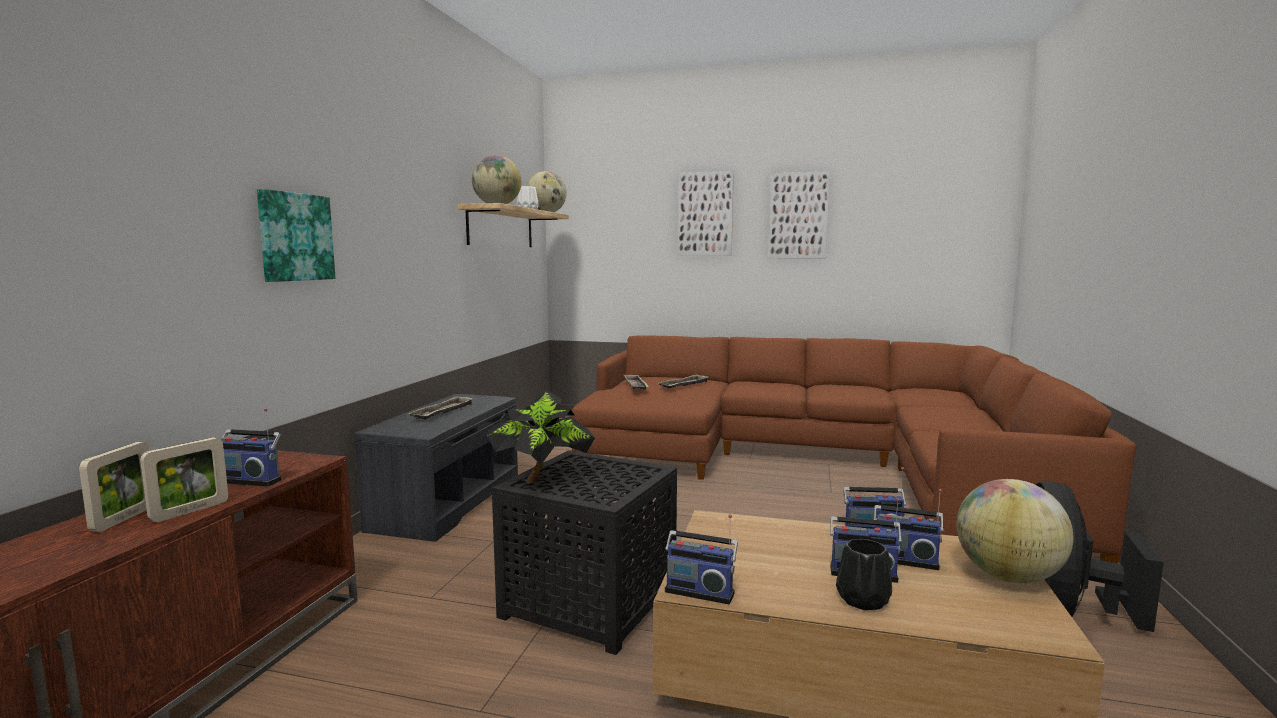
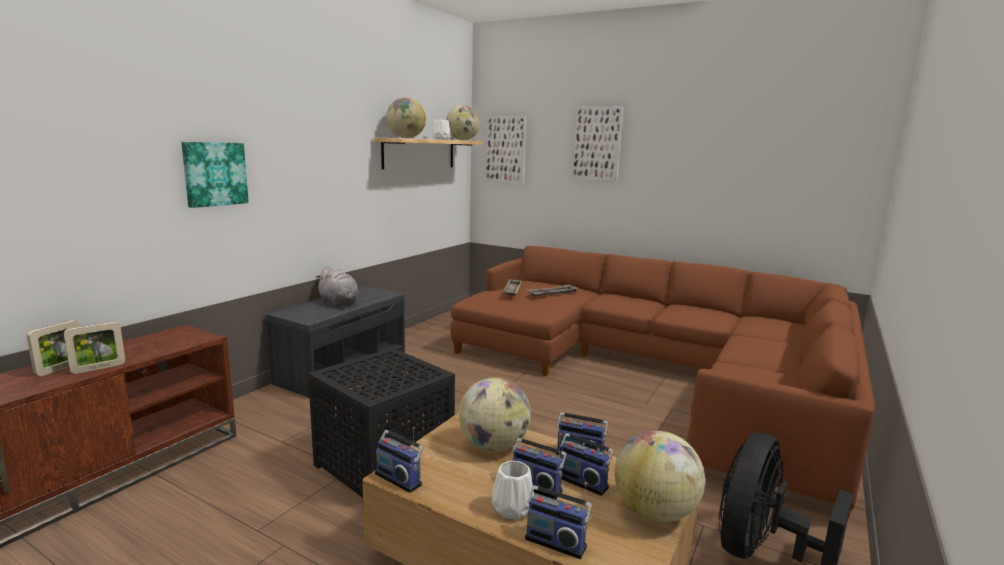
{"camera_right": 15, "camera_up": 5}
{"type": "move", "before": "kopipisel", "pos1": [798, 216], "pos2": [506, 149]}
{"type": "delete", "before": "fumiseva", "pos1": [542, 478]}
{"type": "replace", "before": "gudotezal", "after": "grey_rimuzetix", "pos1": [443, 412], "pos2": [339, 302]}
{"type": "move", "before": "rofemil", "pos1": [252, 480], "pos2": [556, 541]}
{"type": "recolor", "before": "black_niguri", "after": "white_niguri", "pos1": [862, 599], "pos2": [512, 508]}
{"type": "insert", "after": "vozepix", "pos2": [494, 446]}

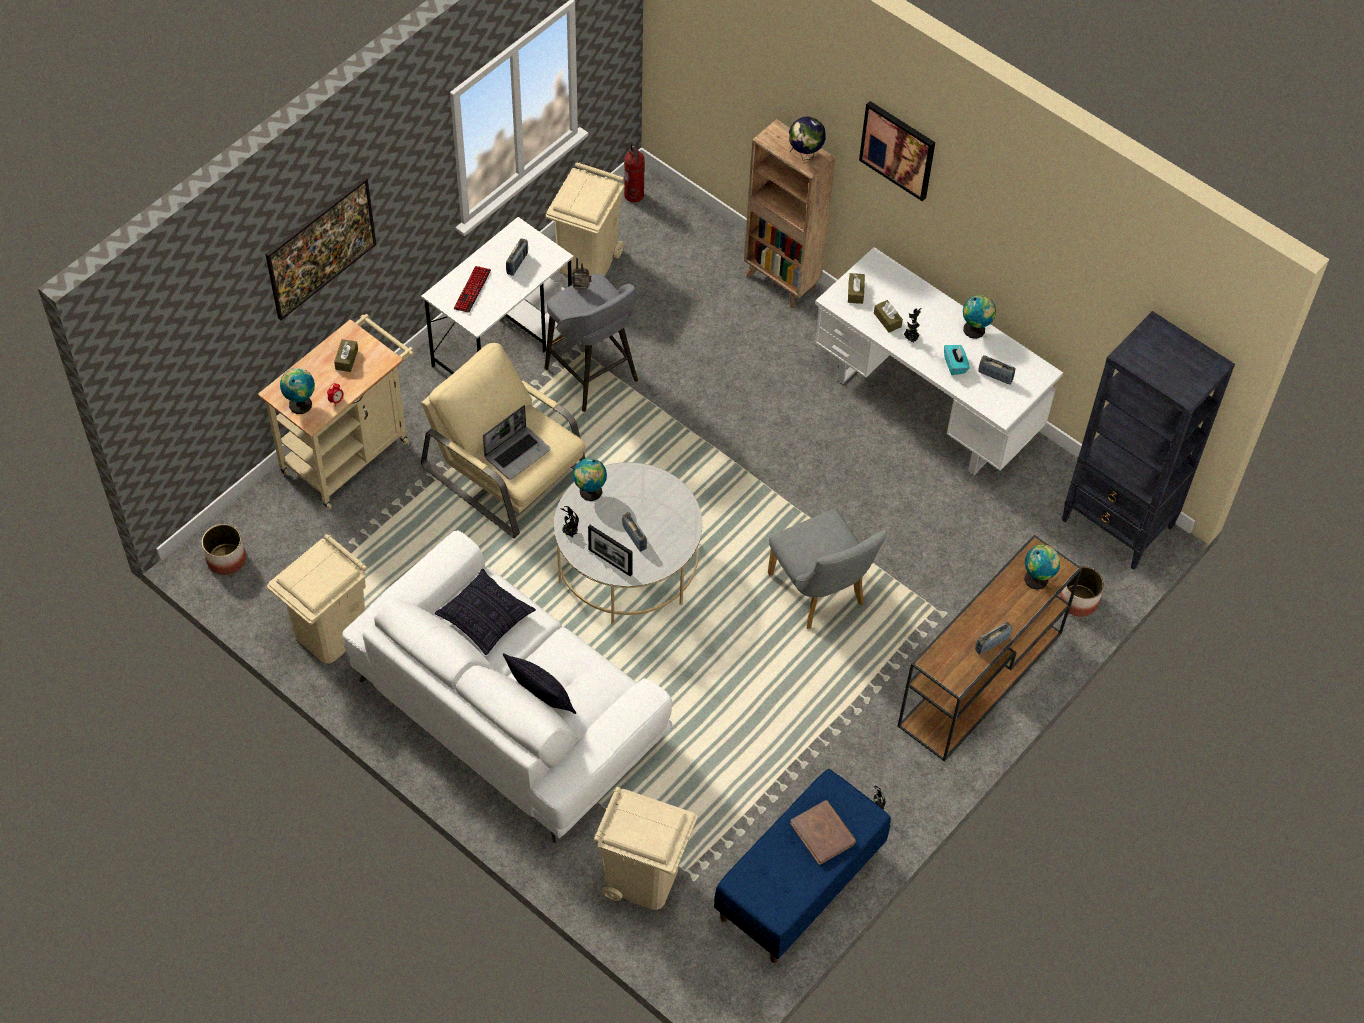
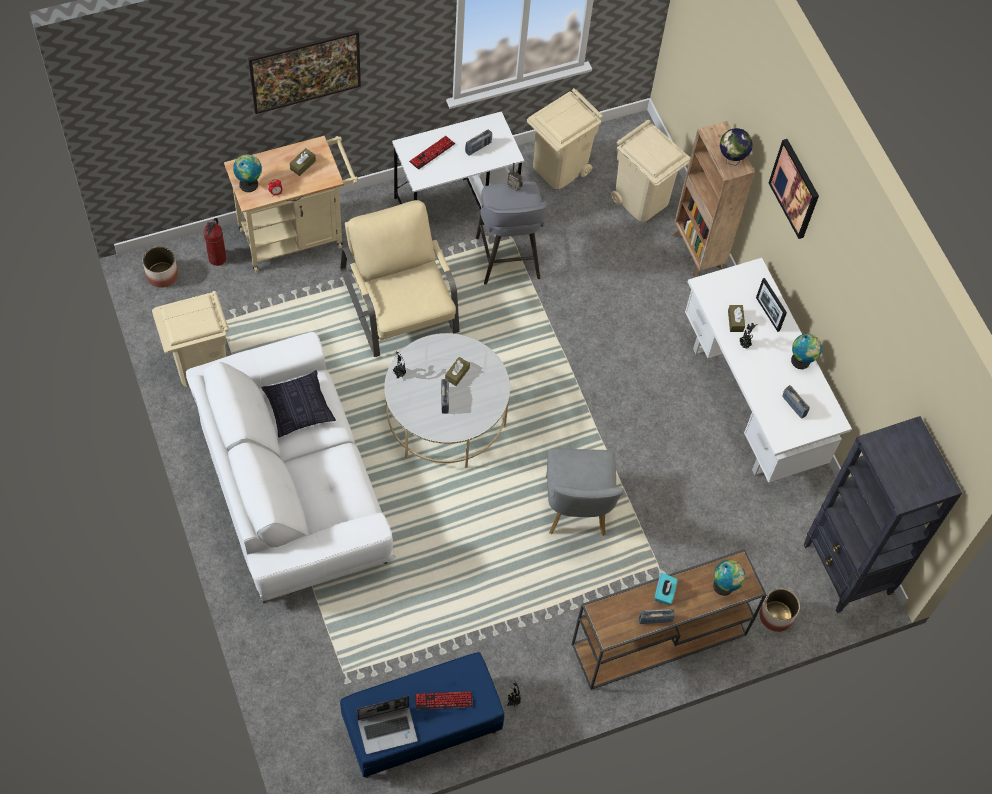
{"camera_right": 25, "camera_up": 5}
{"type": "move", "before": "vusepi", "pos1": [634, 195], "pos2": [217, 258]}
{"type": "move", "before": "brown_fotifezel", "pos1": [855, 292], "pos2": [457, 374]}
{"type": "move", "before": "turquoise_fotifezel", "pos1": [955, 365], "pos2": [664, 593]}
{"type": "move", "before": "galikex", "pos1": [517, 453], "pos2": [388, 729]}
{"type": "delete", "before": "vozepix", "pos1": [590, 493]}
{"type": "move", "before": "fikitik", "pos1": [610, 562], "pos2": [767, 314]}
{"type": "delete", "before": "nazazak", "pos1": [541, 699]}
{"type": "move", "before": "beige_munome", "pos1": [643, 878], "pos2": [642, 200]}
{"type": "replace", "before": "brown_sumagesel", "after": "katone", "pos1": [823, 833], "pos2": [443, 700]}

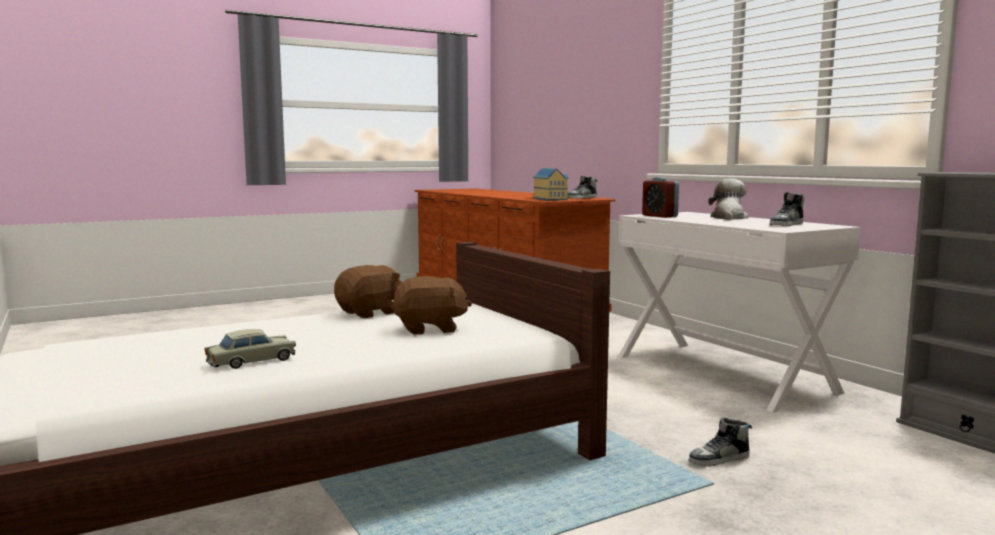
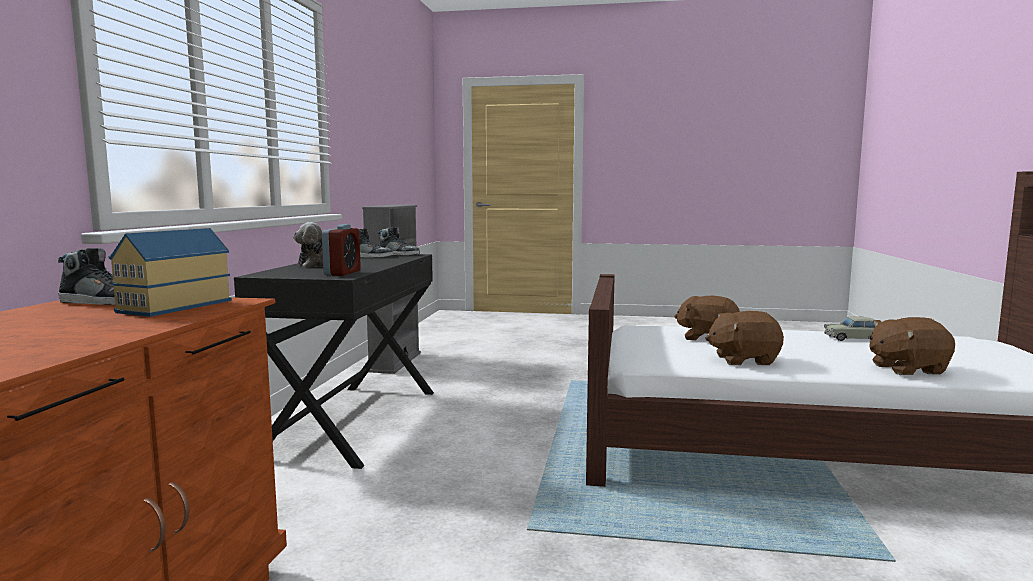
{"camera_right": -140, "camera_up": 0}
{"type": "recolor", "before": "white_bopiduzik", "after": "black_bopiduzik", "pos1": [722, 373], "pos2": [352, 421]}
{"type": "move", "before": "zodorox", "pos1": [719, 459], "pos2": [398, 254]}
{"type": "insert", "after": "brown_rimuzetix", "pos2": [906, 369]}

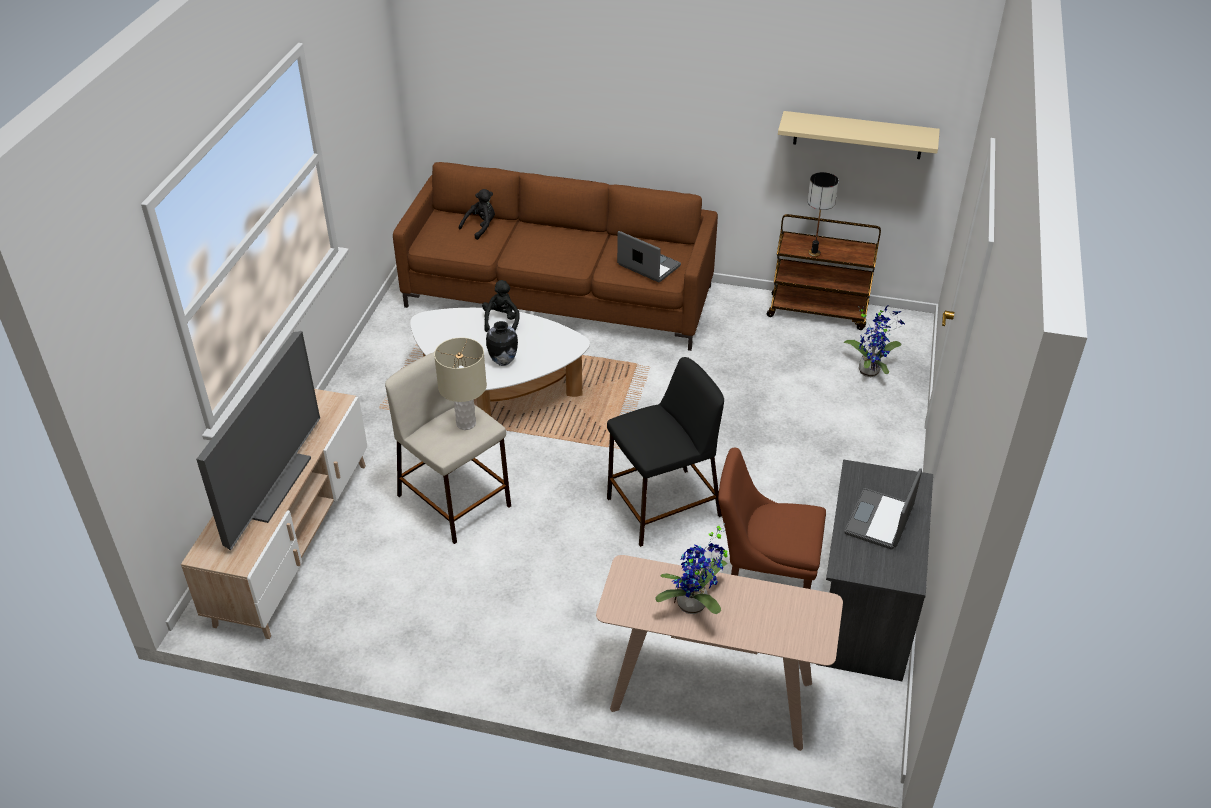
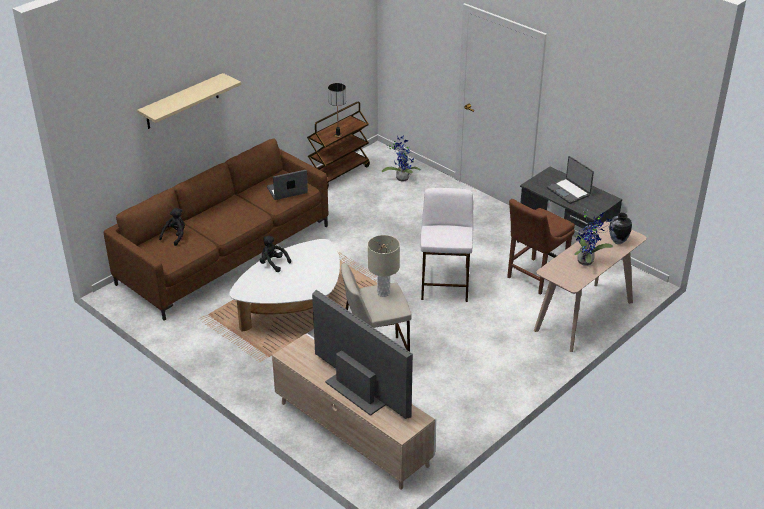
{"camera_right": -60, "camera_up": -5}
{"type": "move", "before": "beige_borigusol", "pos1": [858, 135], "pos2": [182, 101]}
{"type": "rotate", "before": "black_rimuzetix", "pos1": [481, 227], "pos2": [175, 236], "turn": 45}
{"type": "move", "before": "niguri", "pos1": [503, 361], "pos2": [618, 241]}
{"type": "recolor", "before": "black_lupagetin", "after": "white_lupagetin", "pos1": [662, 508], "pos2": [445, 283]}

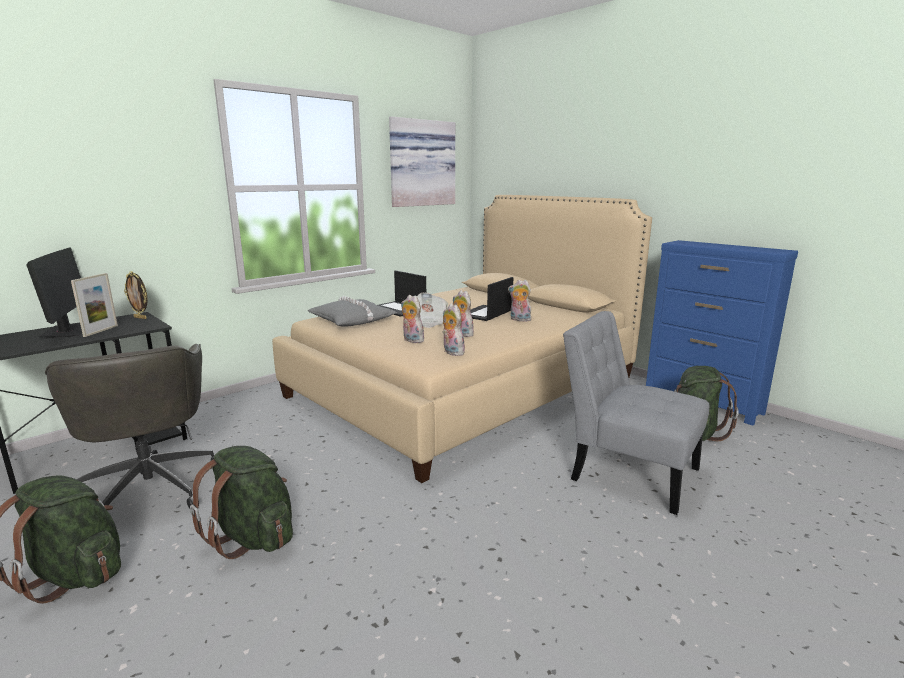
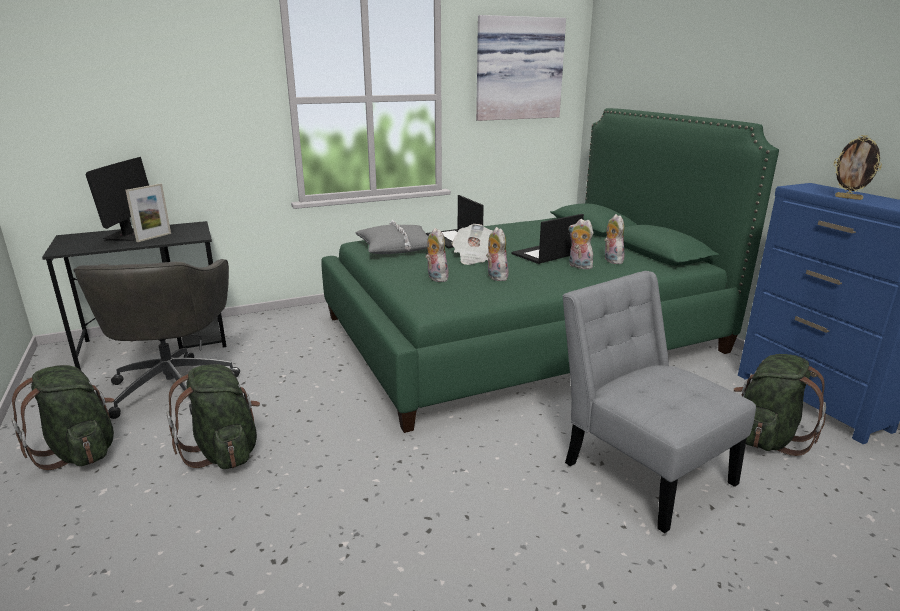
{"camera_right": 20, "camera_up": 5}
{"type": "recolor", "before": "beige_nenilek", "after": "green_nenilek", "pos1": [464, 386], "pos2": [519, 333]}
{"type": "move", "before": "fikitik", "pos1": [141, 318], "pos2": [848, 198]}
{"type": "move", "before": "rimuzetix", "pos1": [451, 352], "pos2": [611, 260]}

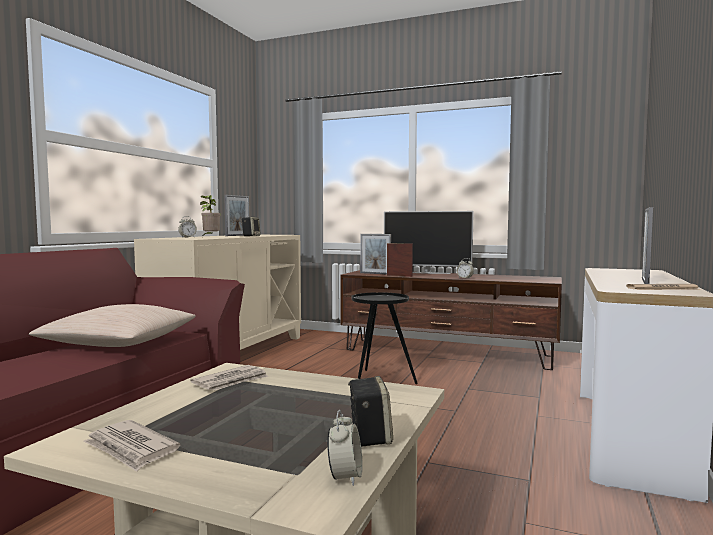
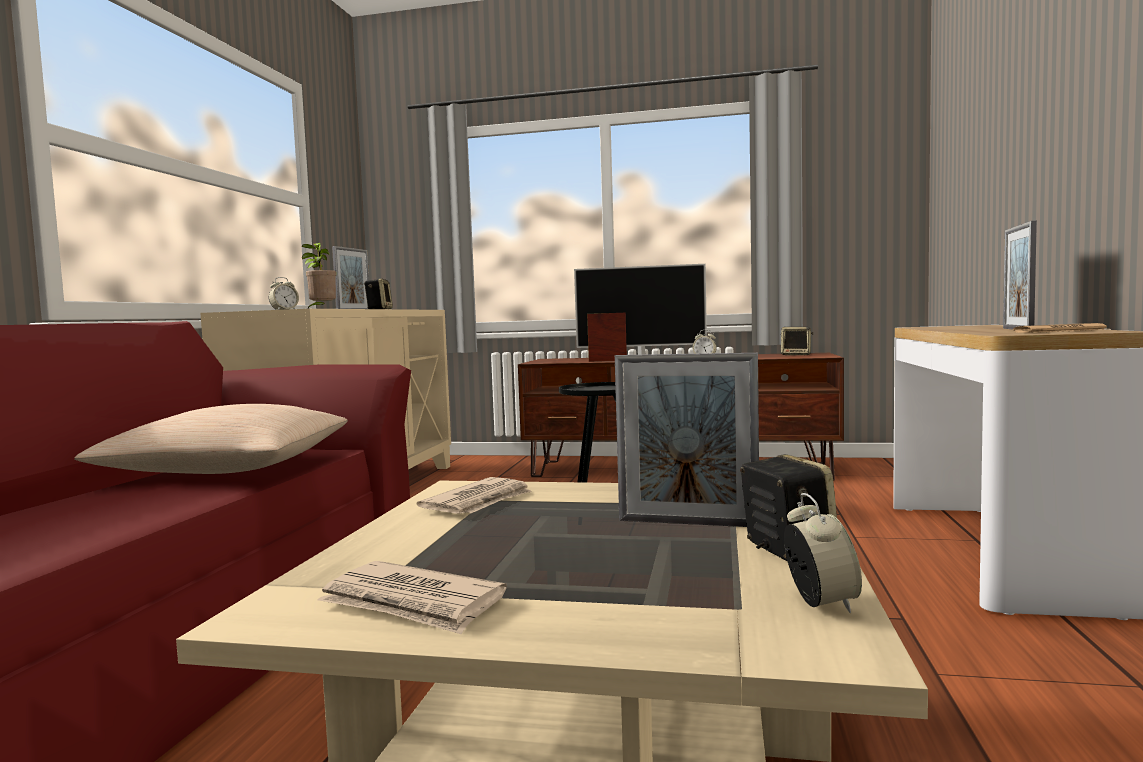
{"camera_right": -10, "camera_up": 0}
{"type": "move", "before": "fikitik", "pos1": [375, 273], "pos2": [687, 523]}
{"type": "insert", "after": "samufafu", "pos2": [796, 355]}

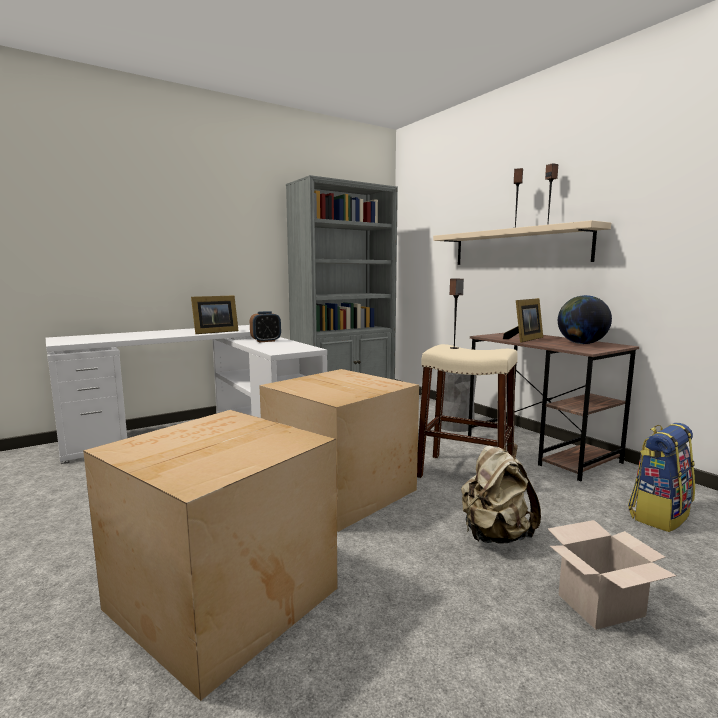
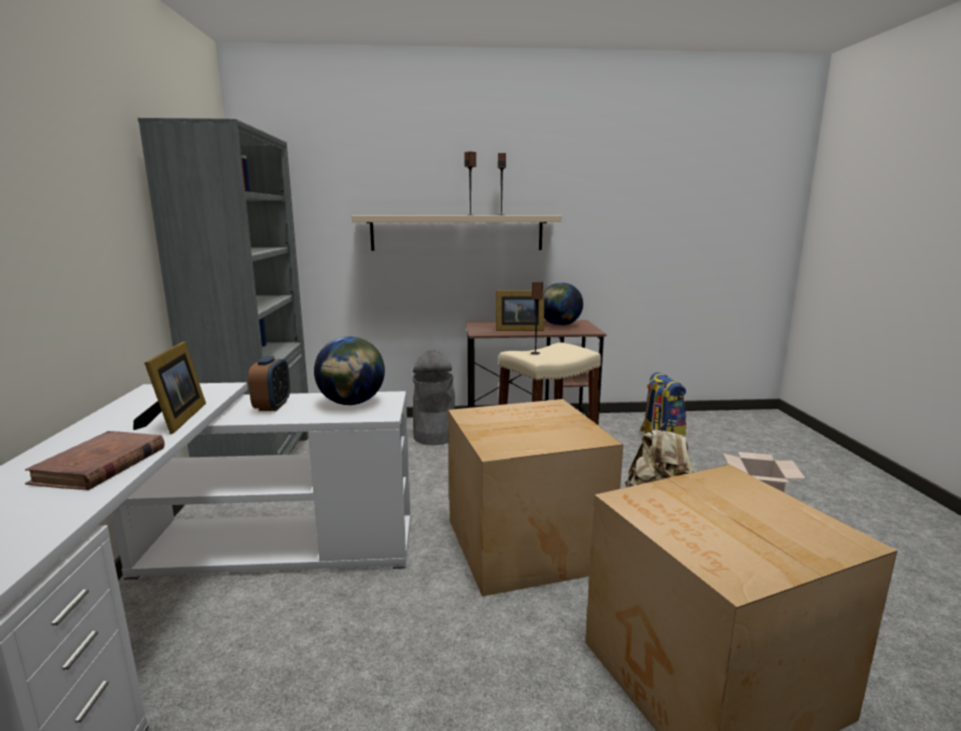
{"camera_right": -60, "camera_up": 5}
{"type": "rotate", "before": "fikitik", "pos1": [525, 339], "pos2": [517, 329], "turn": 105}
{"type": "insert", "after": "vozepix", "pos2": [352, 403]}
{"type": "insert", "after": "brown_sumagesel", "pos2": [100, 465]}

